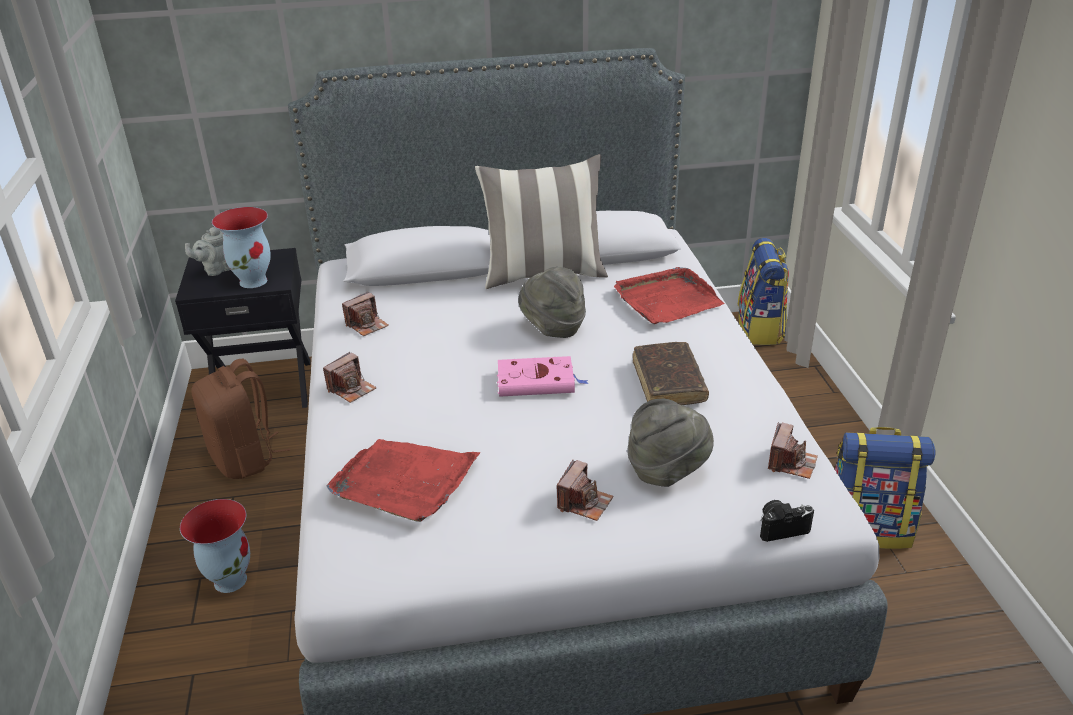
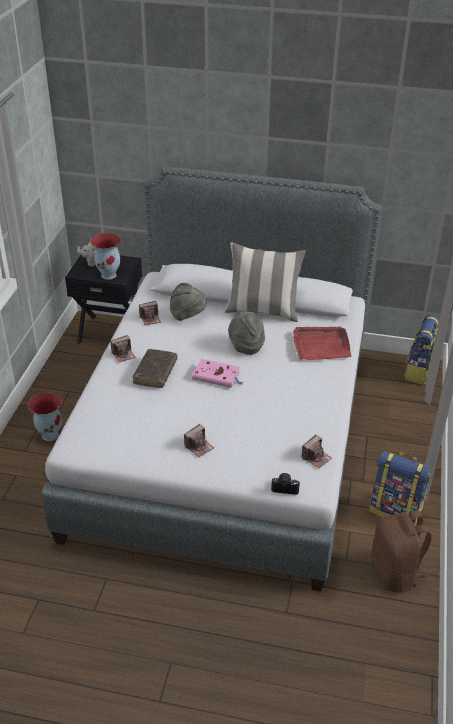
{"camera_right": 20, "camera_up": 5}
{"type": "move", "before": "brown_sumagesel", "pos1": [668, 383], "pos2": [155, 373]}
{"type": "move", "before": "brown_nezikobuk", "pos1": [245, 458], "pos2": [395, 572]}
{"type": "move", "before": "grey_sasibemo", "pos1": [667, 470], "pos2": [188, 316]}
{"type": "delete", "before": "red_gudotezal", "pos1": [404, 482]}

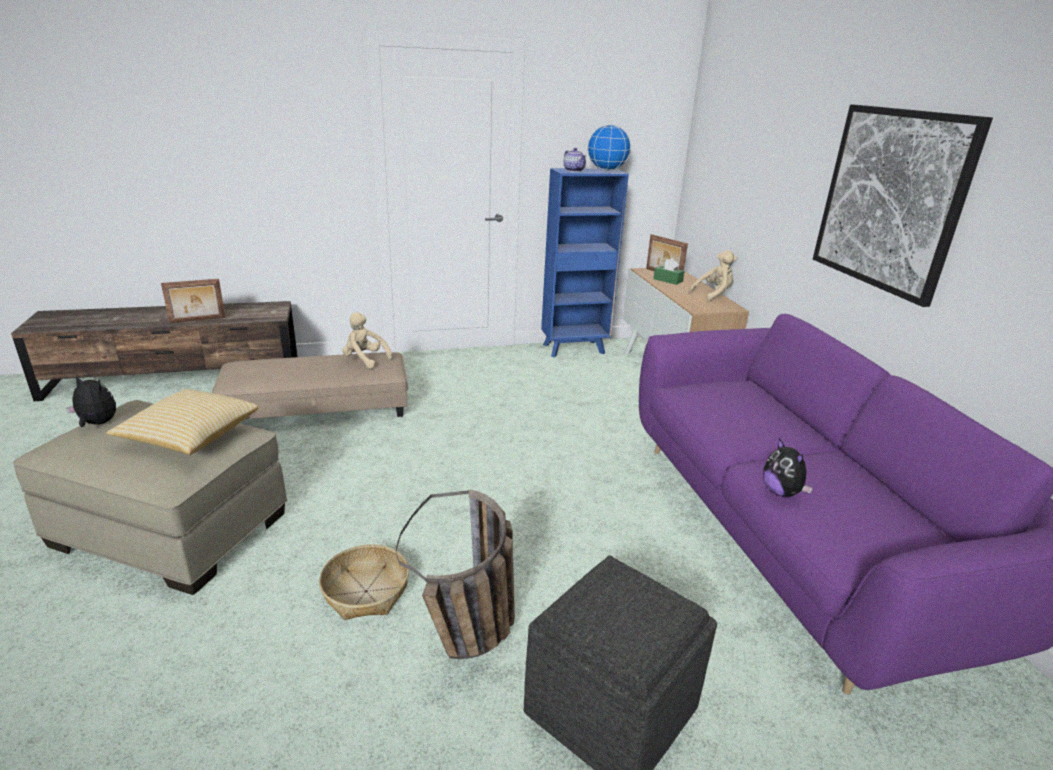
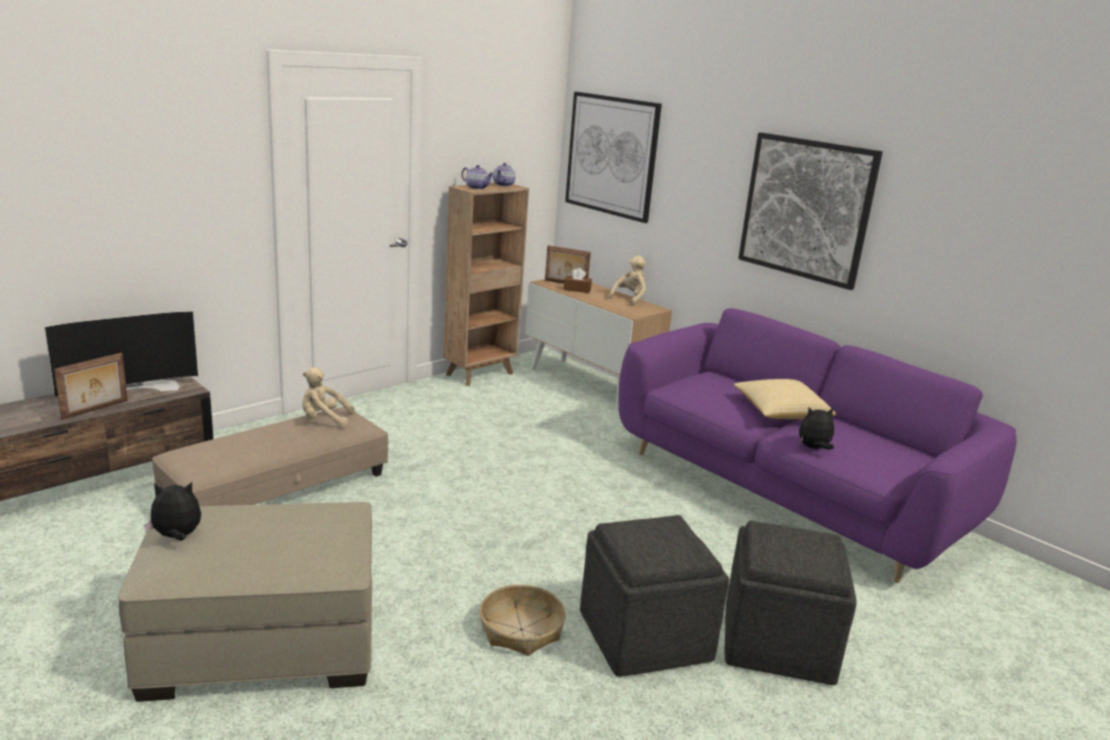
{"camera_right": -30, "camera_up": -5}
{"type": "replace", "before": "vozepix", "after": "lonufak", "pos1": [607, 170], "pos2": [504, 185]}
{"type": "recolor", "before": "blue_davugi", "after": "brown_davugi", "pos1": [575, 349], "pos2": [481, 374]}
{"type": "recolor", "before": "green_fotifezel", "after": "brown_fotifezel", "pos1": [668, 280], "pos2": [577, 289]}
{"type": "move", "before": "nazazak", "pos1": [190, 436], "pos2": [780, 413]}
{"type": "rotate", "before": "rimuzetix", "pos1": [782, 492], "pos2": [814, 448], "turn": 135}
{"type": "replace", "before": "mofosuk", "after": "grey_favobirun", "pos1": [471, 641], "pos2": [643, 635]}
{"type": "insert", "after": "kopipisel", "pos2": [611, 156]}
{"type": "insert", "after": "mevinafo", "pos2": [129, 389]}

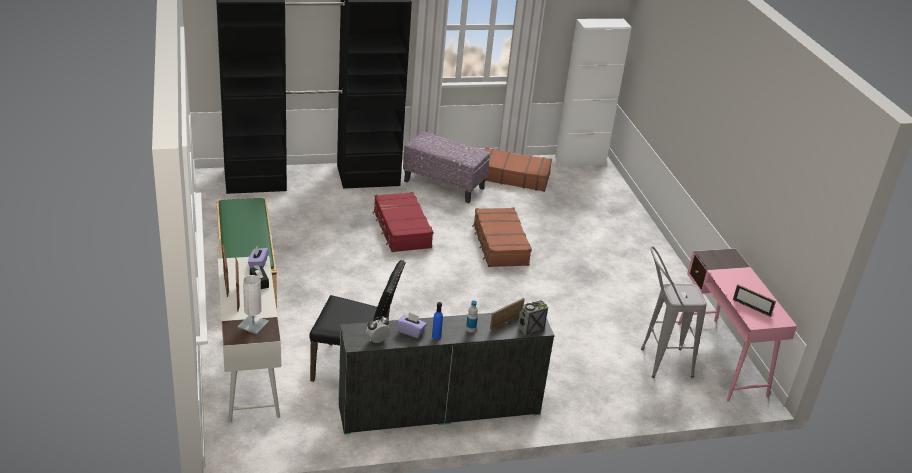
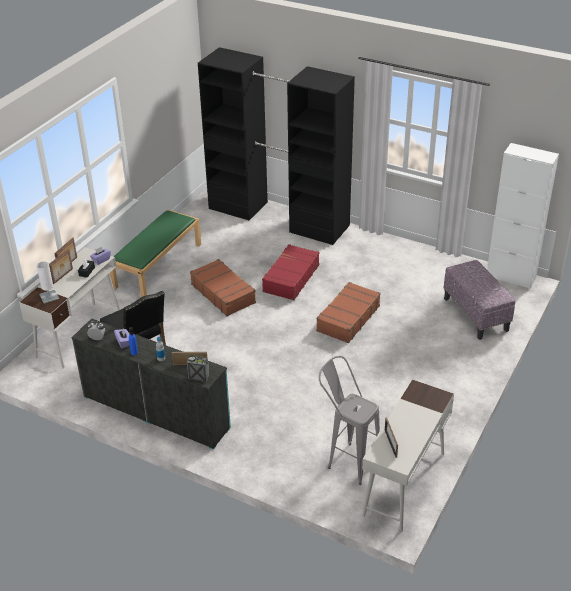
{"camera_right": 45, "camera_up": 5}
{"type": "move", "before": "favobirun", "pos1": [443, 185], "pos2": [475, 314]}
{"type": "move", "before": "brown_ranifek", "pos1": [513, 177], "pos2": [223, 293]}
{"type": "recolor", "before": "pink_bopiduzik", "after": "white_bopiduzik", "pos1": [721, 359], "pos2": [404, 484]}

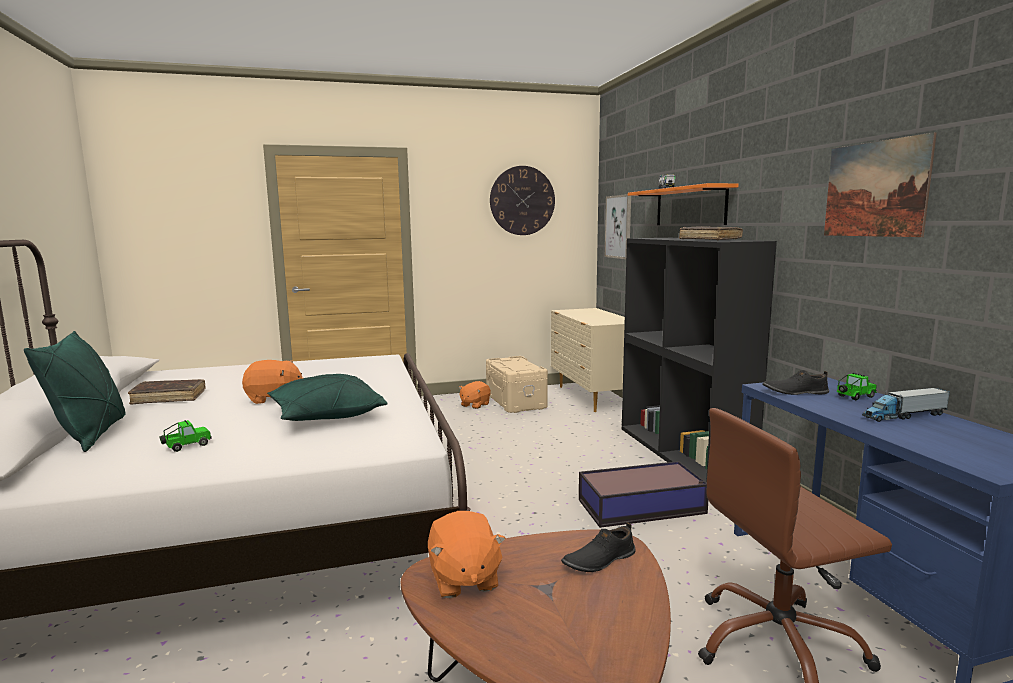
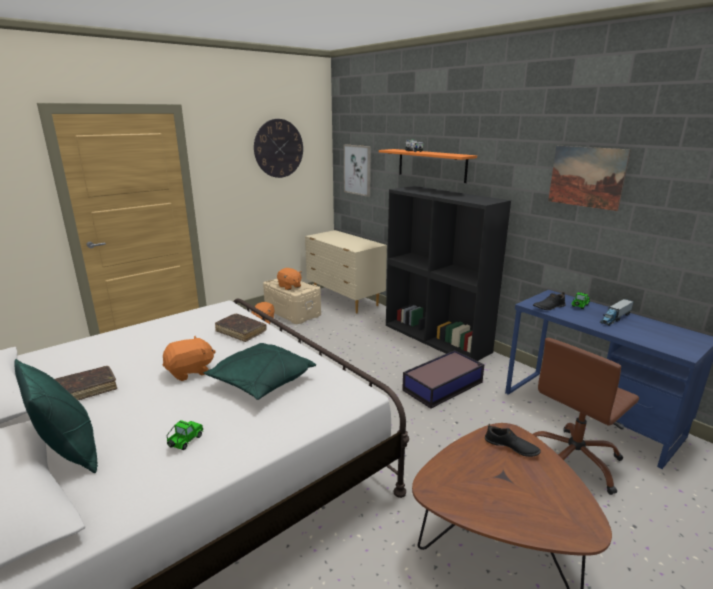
{"camera_right": -25, "camera_up": 10}
{"type": "move", "before": "brown_sumagesel", "pos1": [709, 239], "pos2": [241, 332]}
{"type": "move", "before": "orange_rimuzetix", "pos1": [463, 579], "pos2": [289, 286]}
{"type": "rotate", "before": "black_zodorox", "pos1": [599, 560], "pos2": [511, 447], "turn": -90}

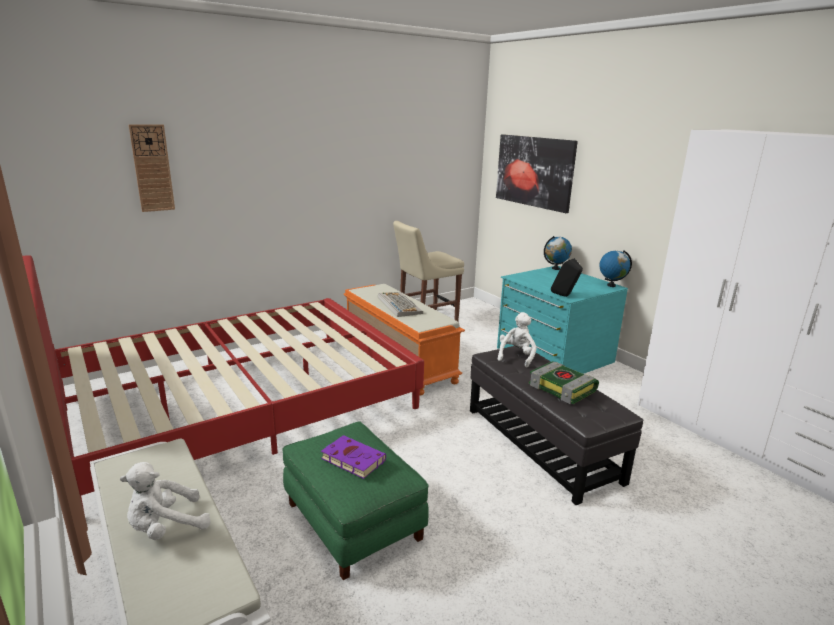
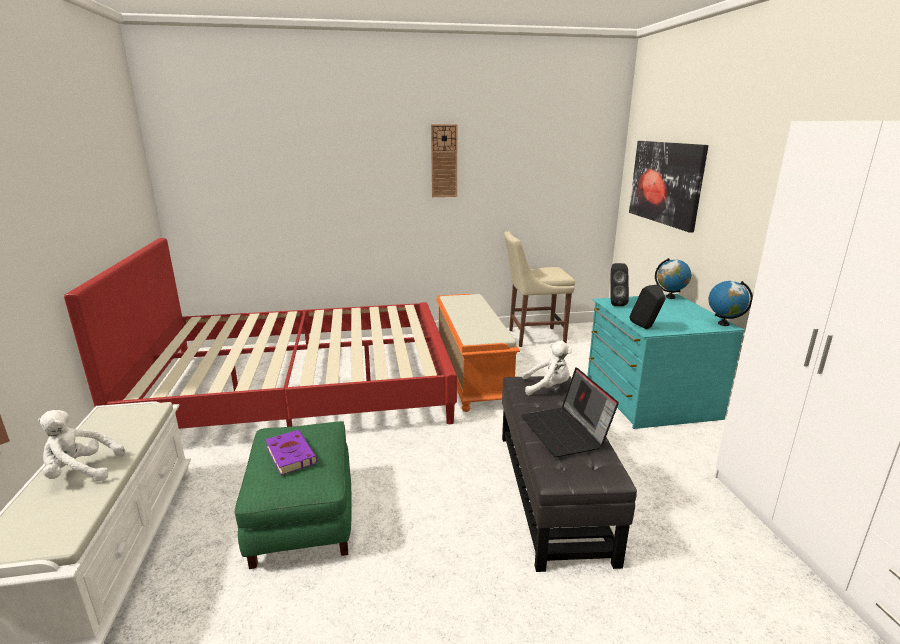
{"camera_right": 25, "camera_up": 0}
{"type": "move", "before": "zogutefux", "pos1": [152, 168], "pos2": [444, 161]}
{"type": "delete", "before": "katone", "pos1": [398, 305]}
{"type": "rotate", "before": "white_rimuzetix", "pos1": [516, 356], "pos2": [548, 387], "turn": 45}
{"type": "replace", "before": "sumagesel", "after": "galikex", "pos1": [563, 388], "pos2": [566, 432]}
{"type": "insert", "after": "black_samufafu", "pos2": [614, 304]}

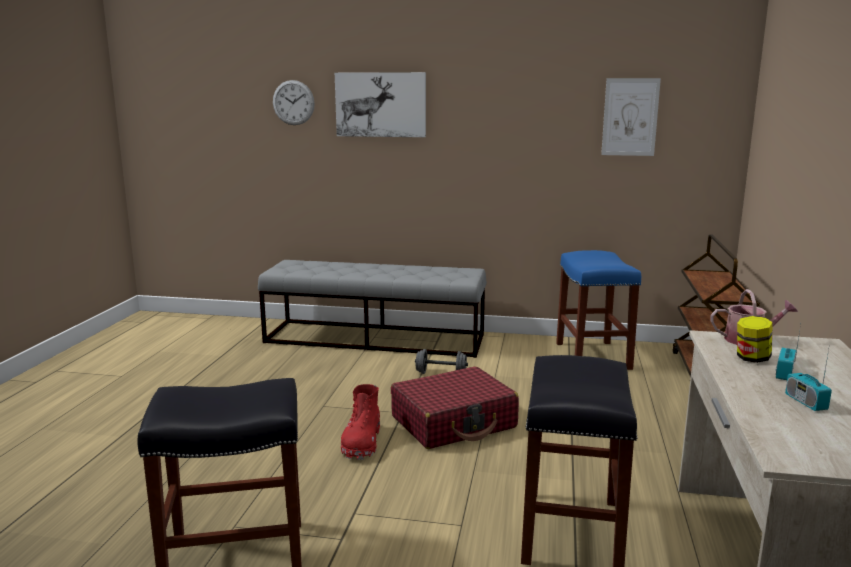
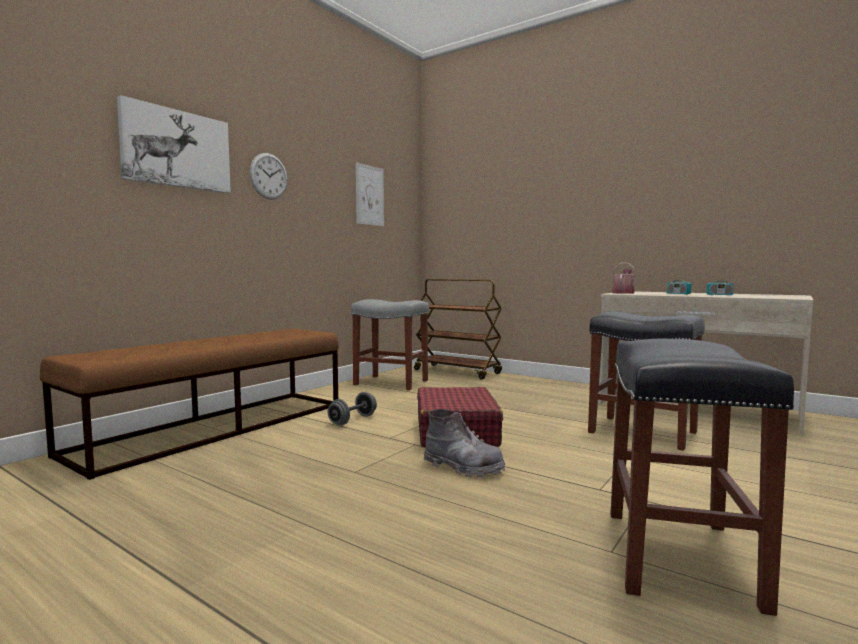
{"camera_right": -65, "camera_up": -10}
{"type": "move", "before": "zogutefux", "pos1": [293, 102], "pos2": [269, 176]}
{"type": "recolor", "before": "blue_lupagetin", "after": "grey_lupagetin", "pos1": [593, 356], "pos2": [392, 382]}
{"type": "recolor", "before": "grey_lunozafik", "after": "brown_lunozafik", "pos1": [375, 338], "pos2": [217, 427]}
{"type": "delete", "before": "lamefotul", "pos1": [751, 358]}
{"type": "recolor", "before": "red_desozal", "after": "grey_desozal", "pos1": [362, 443], "pos2": [463, 467]}

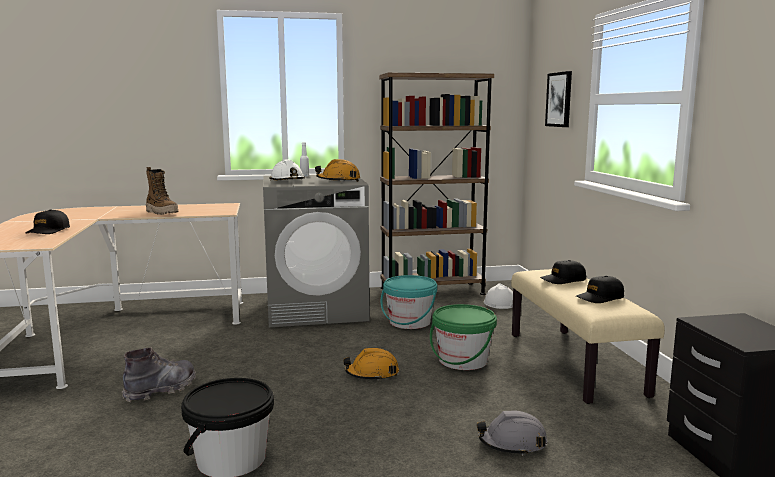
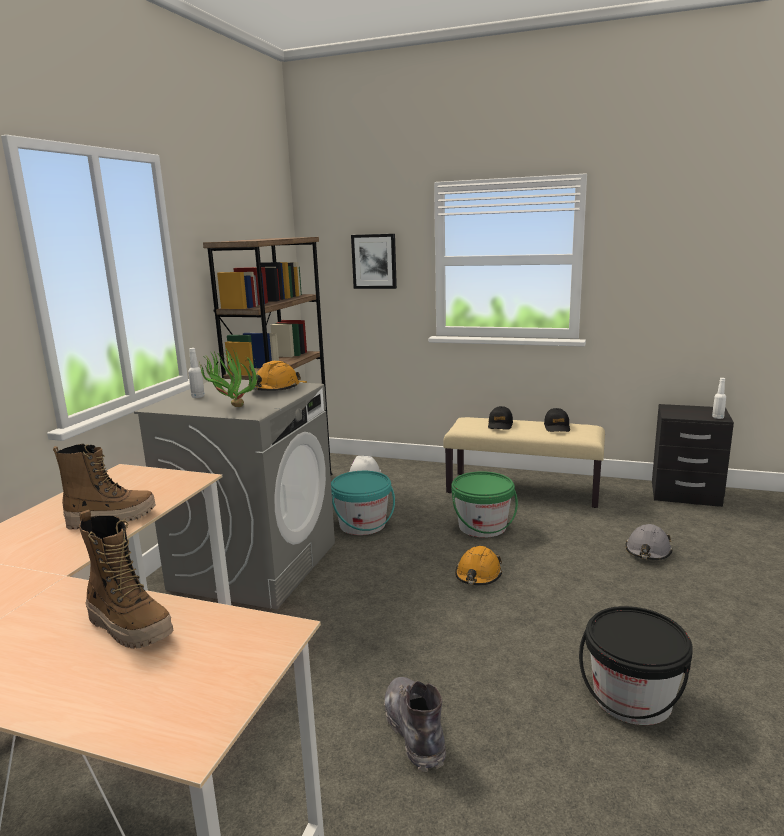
{"camera_right": -60, "camera_up": 5}
{"type": "replace", "before": "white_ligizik", "after": "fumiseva", "pos1": [287, 181], "pos2": [231, 406]}
{"type": "replace", "before": "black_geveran", "after": "desozal", "pos1": [48, 231], "pos2": [130, 627]}
{"type": "insert", "after": "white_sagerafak", "pos2": [717, 417]}

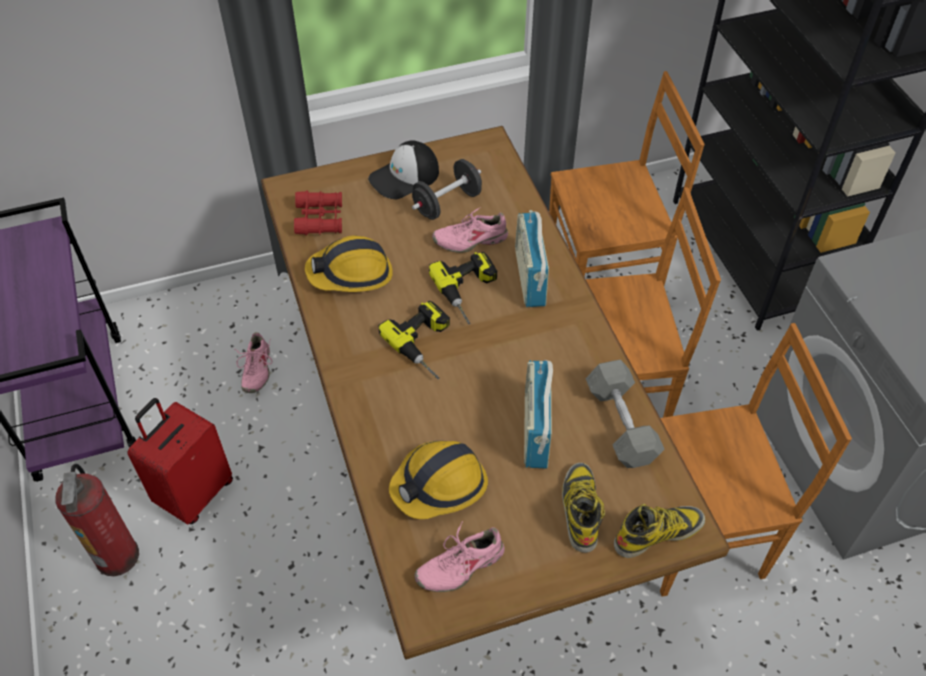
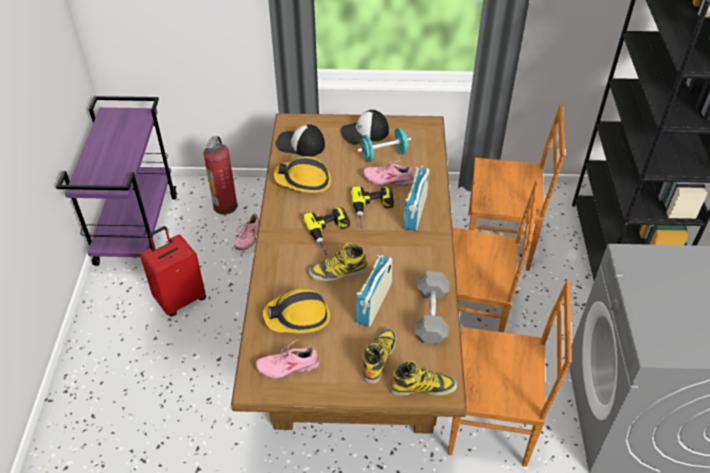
{"camera_right": 20, "camera_up": -5}
{"type": "recolor", "before": "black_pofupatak", "after": "turquoise_pofupatak", "pos1": [447, 203], "pos2": [384, 154]}
{"type": "replace", "before": "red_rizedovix", "after": "geveran", "pos1": [320, 219], "pos2": [300, 144]}
{"type": "move", "before": "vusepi", "pos1": [117, 556], "pos2": [225, 206]}
{"type": "insert", "after": "desozal", "pos2": [338, 271]}

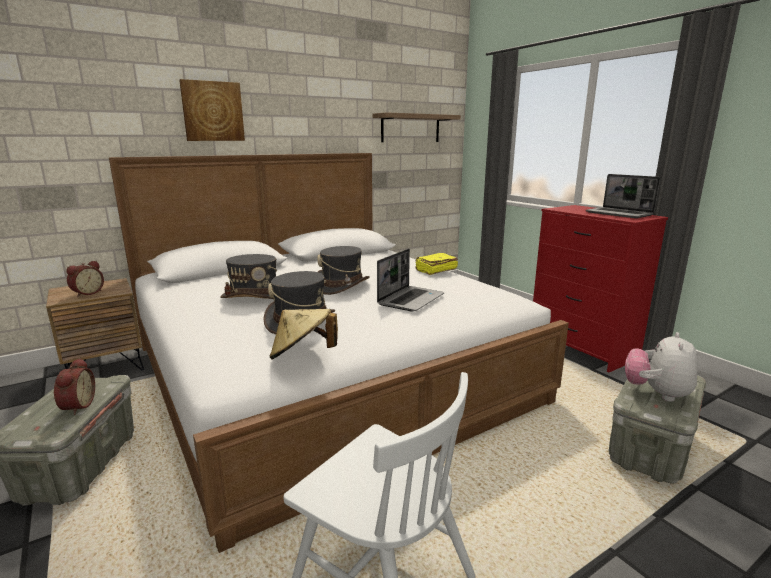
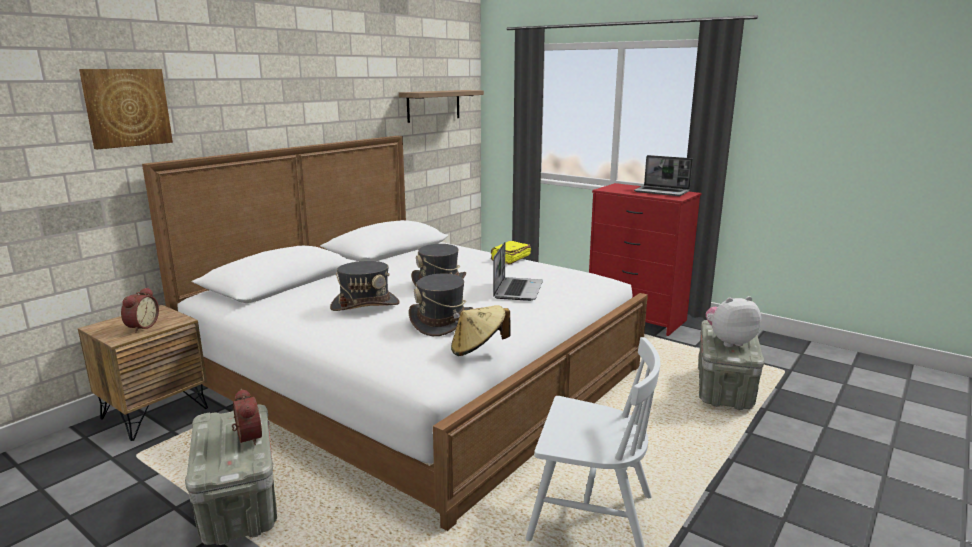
{"camera_right": -20, "camera_up": 0}
{"type": "move", "before": "kopipisel", "pos1": [212, 111], "pos2": [127, 107]}
{"type": "rotate", "before": "rimuzetix", "pos1": [656, 393], "pos2": [729, 342], "turn": 75}

